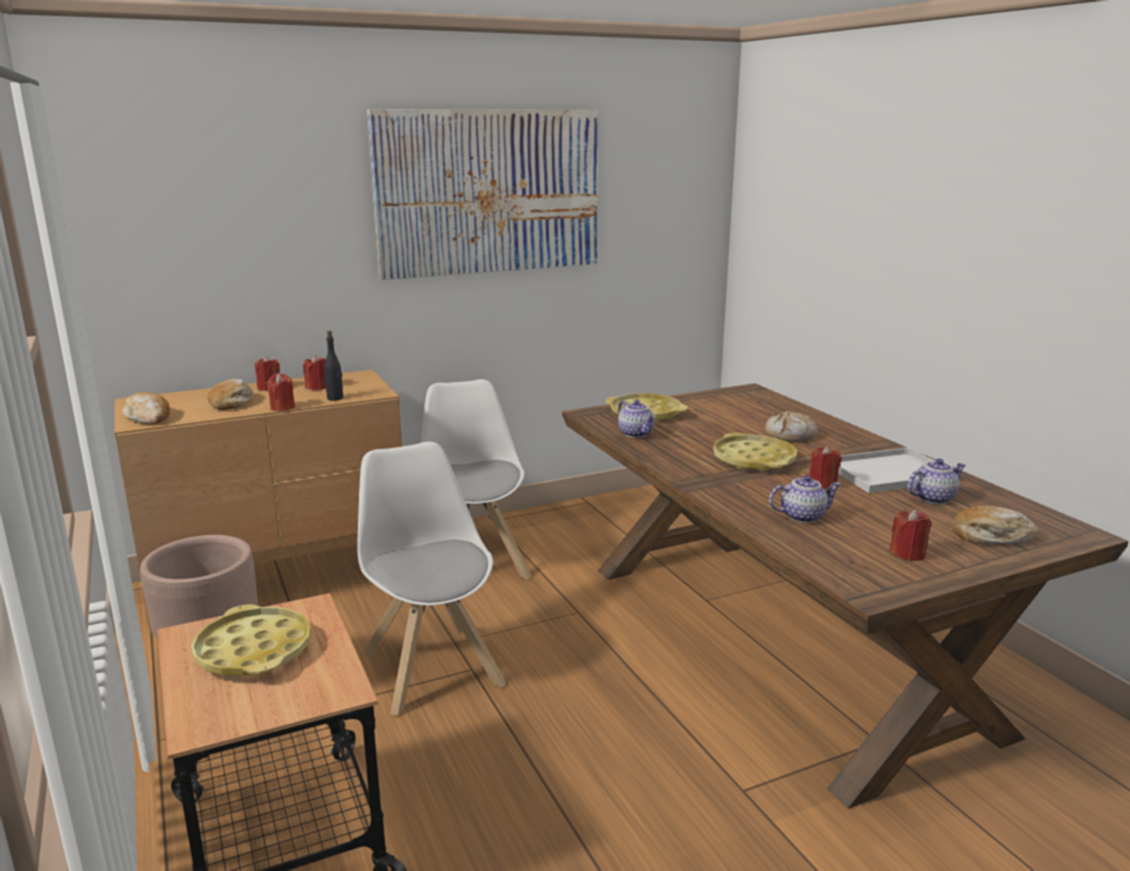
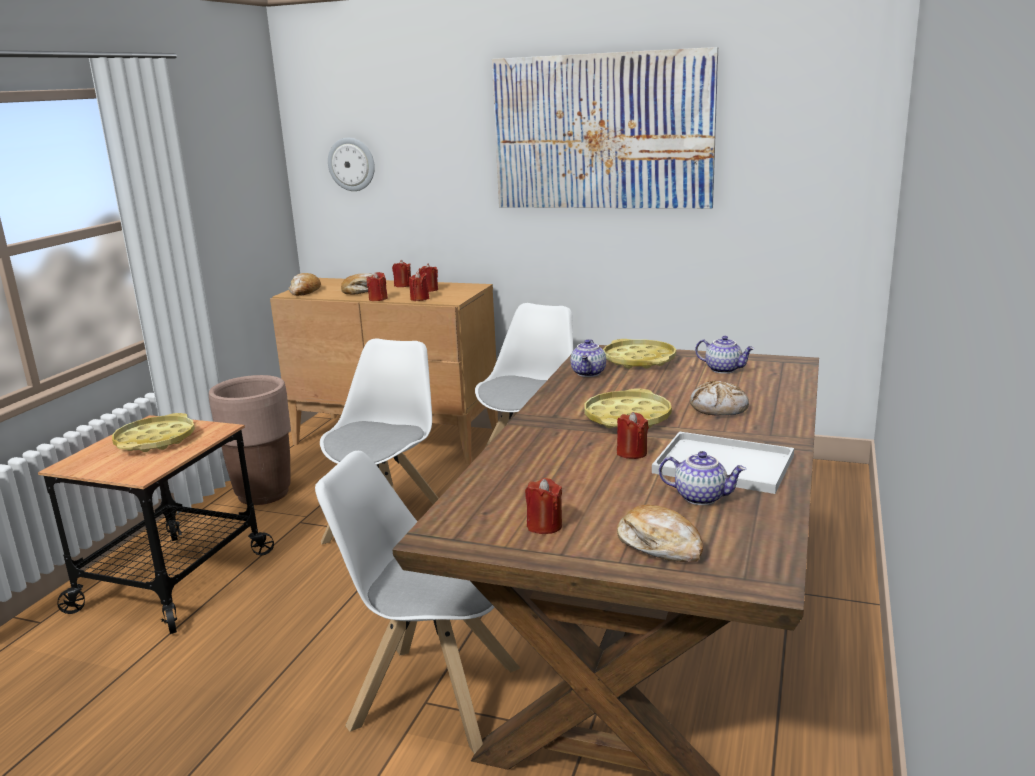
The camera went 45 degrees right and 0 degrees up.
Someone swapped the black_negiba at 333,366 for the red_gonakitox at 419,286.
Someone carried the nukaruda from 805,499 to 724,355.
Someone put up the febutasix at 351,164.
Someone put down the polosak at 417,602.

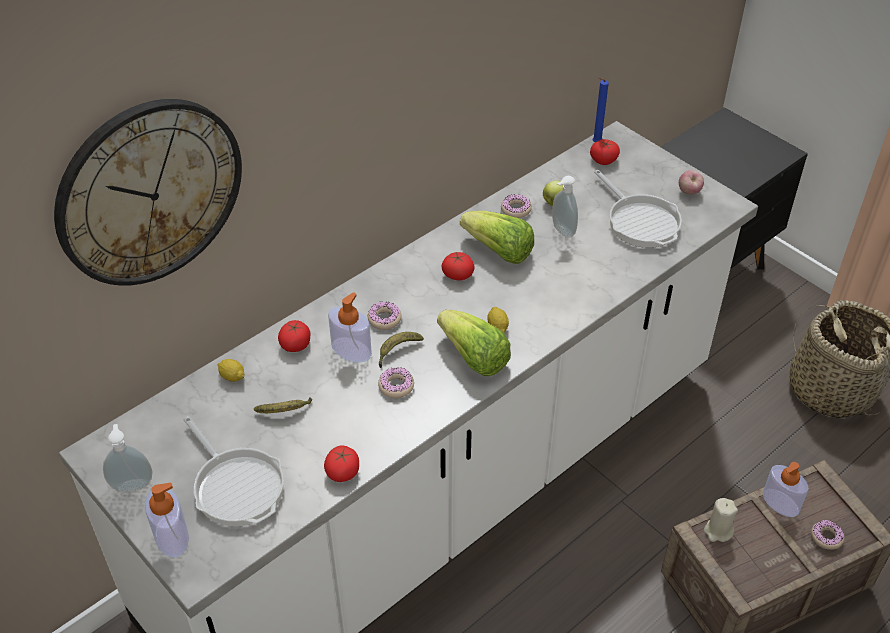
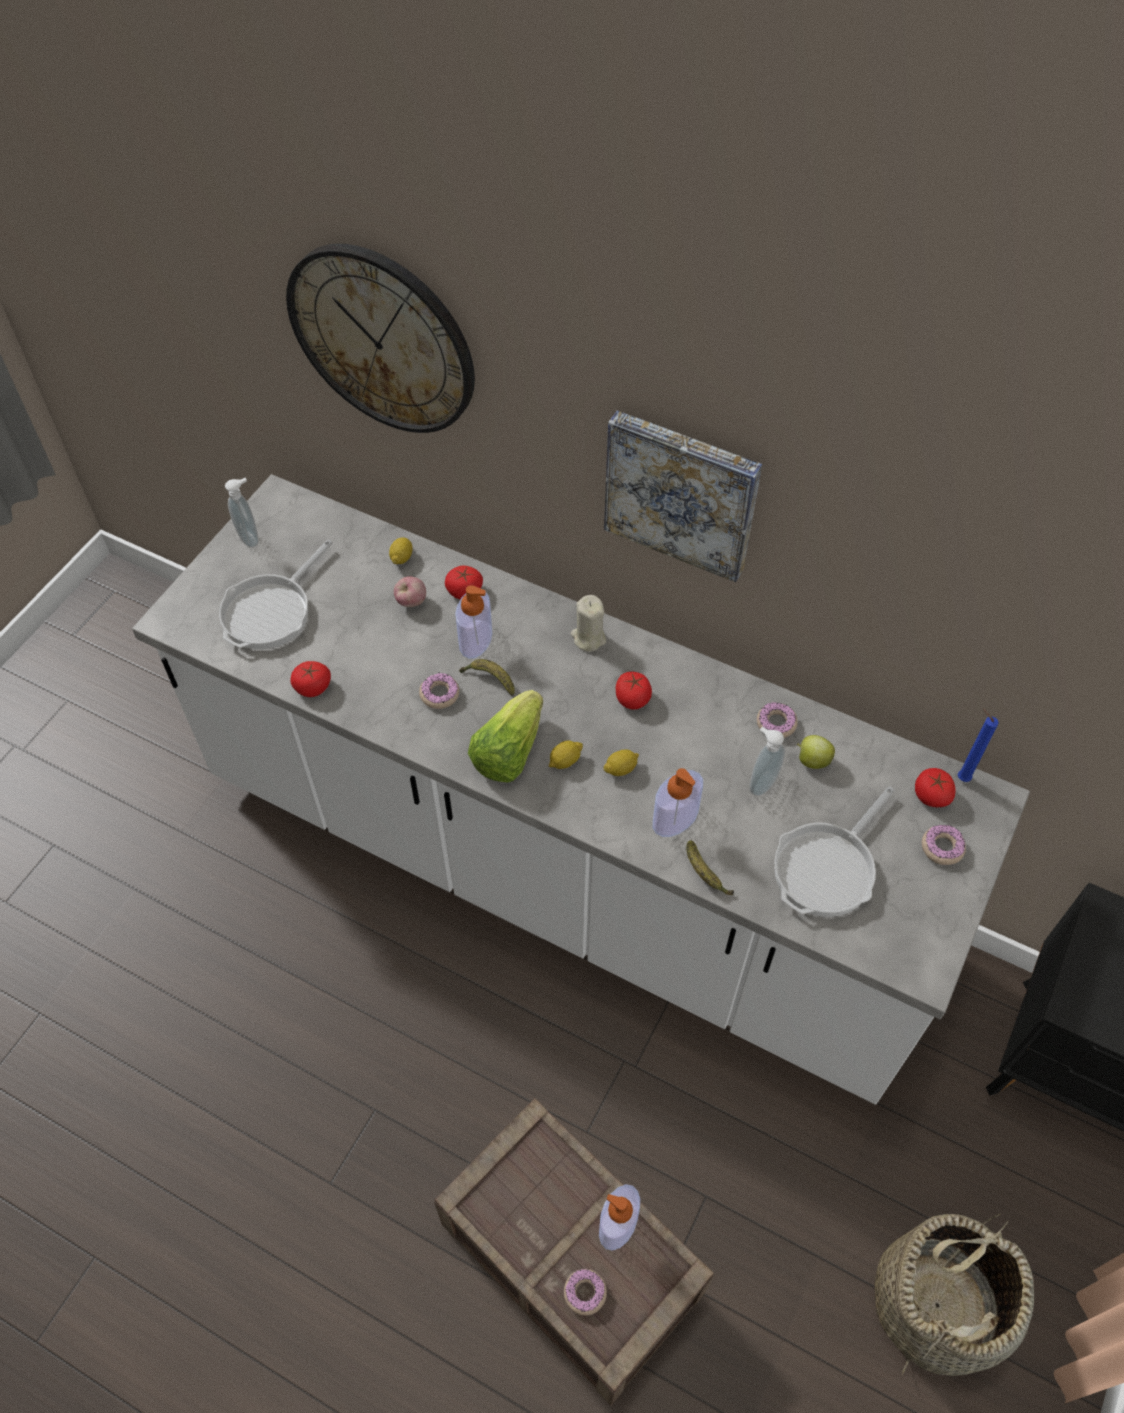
The camera went 70 degrees right and 10 degrees up.
Someone carried the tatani from 691,182 to 410,591.
Someone took away the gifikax at 497,237.
Someone carried the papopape from 385,316 to 944,845.
Someone carried the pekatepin from 283,405 to 710,867.
Someone carried the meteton from 167,520 to 678,802.
Someone carried the beige_gonakitox from 721,520 to 588,623.
Someone put up the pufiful at 683,496.
Someone put down the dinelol at 621,763.

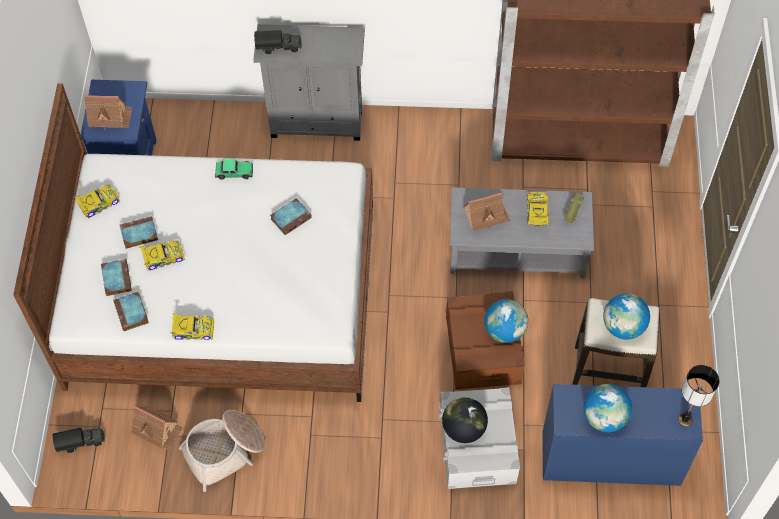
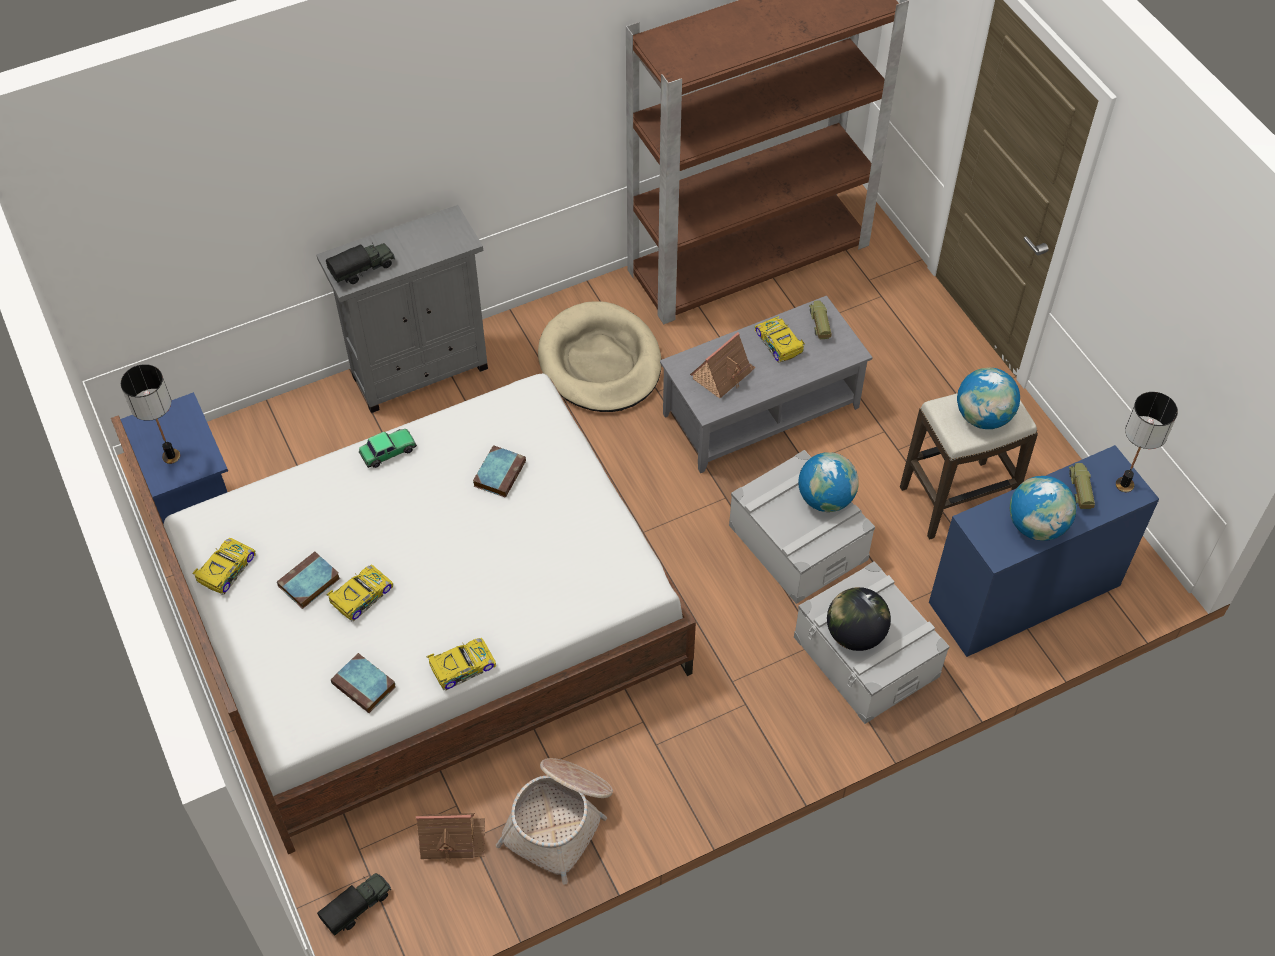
The camera went 30 degrees left and 5 degrees down.
Someone swapped the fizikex at 108,112 for the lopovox at 150,414.
Someone took away the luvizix at 116,277.
Someone repainted the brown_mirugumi at 485,340, which became the grey_mirugumi at 802,527.
Someone put down the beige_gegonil at 600,356.
Someone put down the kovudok at 1082,486.

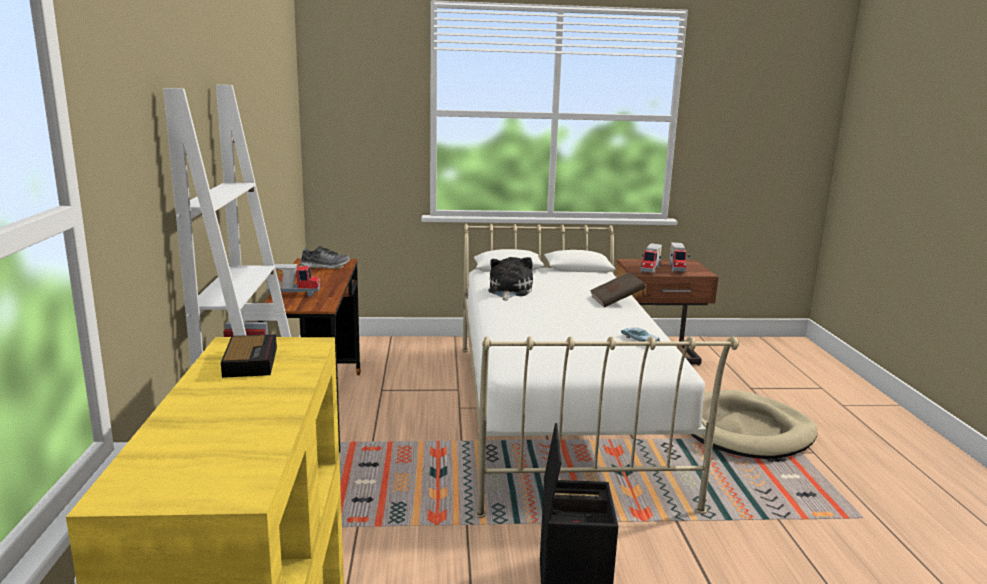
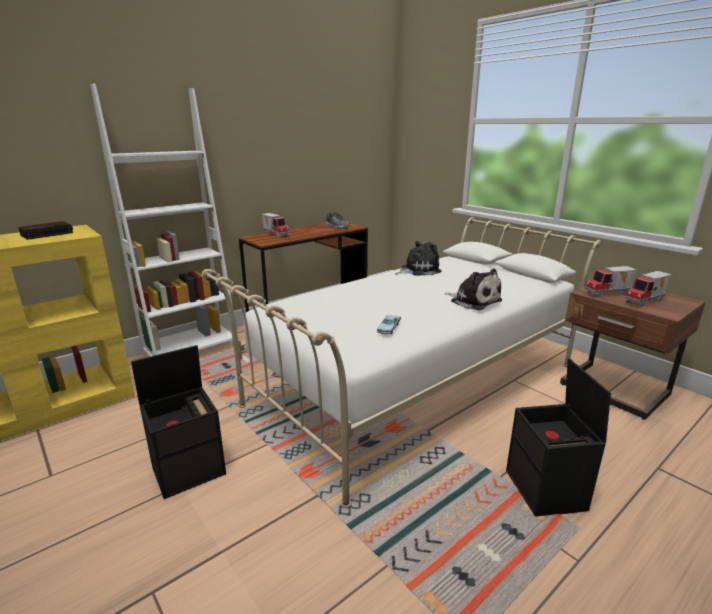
The camera went 55 degrees right and 5 degrees up.
Someone swapped the brown_luvizix at 617,289 for the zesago at 473,289.
Someone swapped the beige_gegonil at 754,424 for the black_mirugumi at 558,437.

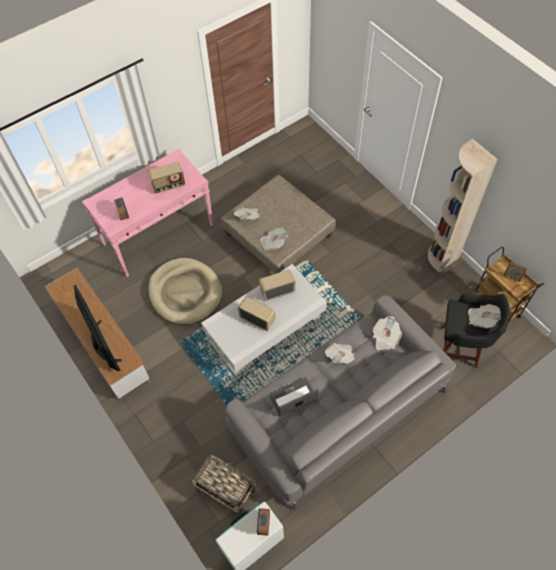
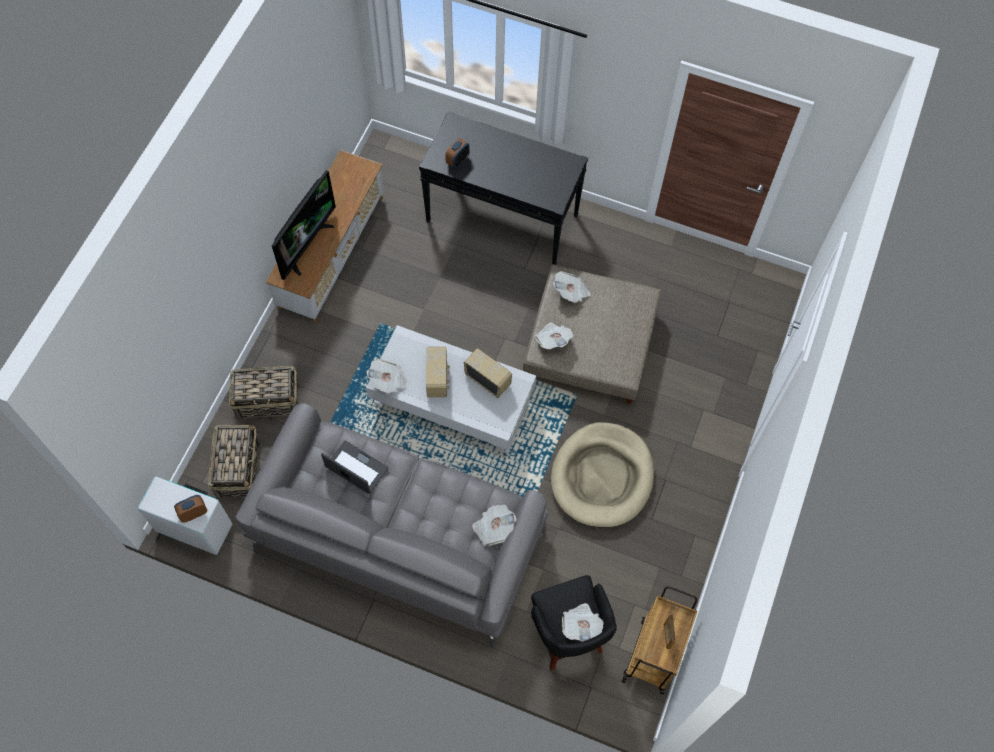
The camera went 55 degrees right and 5 degrees up.
Someone took away the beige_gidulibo at 463,205.
Someone repainted the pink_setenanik at 148,213, which became the black_setenanik at 503,188.
Someone took away the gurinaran at 166,177.
Someone carried the beige_gegonil from 185,291 to 602,475.
Someone carried the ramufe from 340,353 to 387,376.
Someone put down the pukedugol at 264,393.

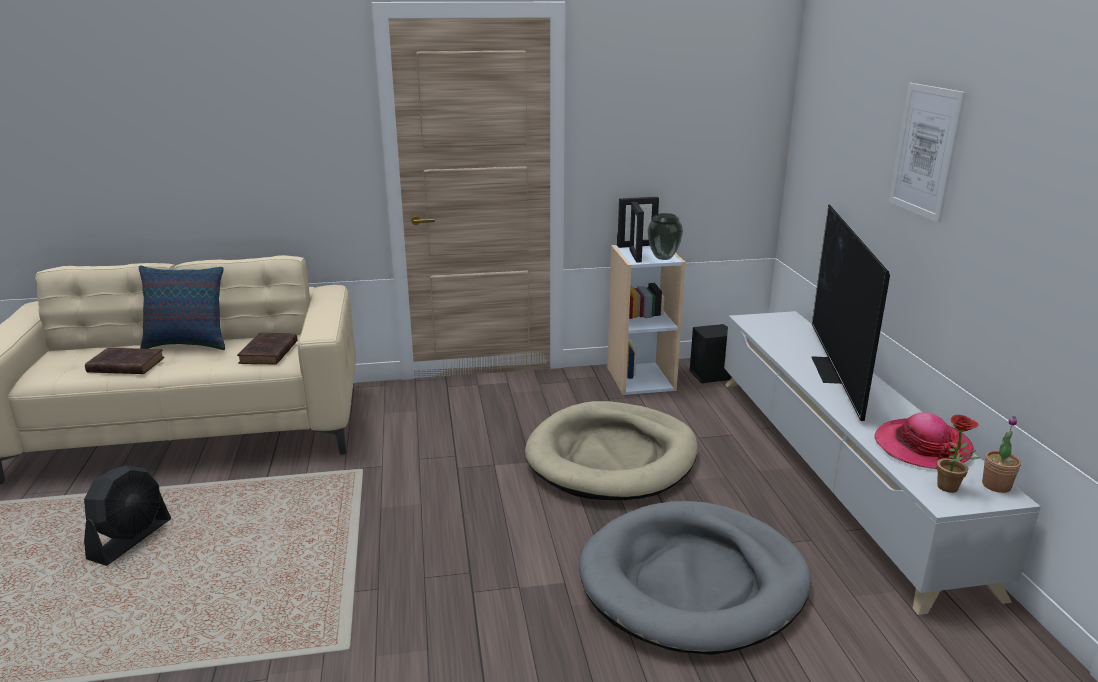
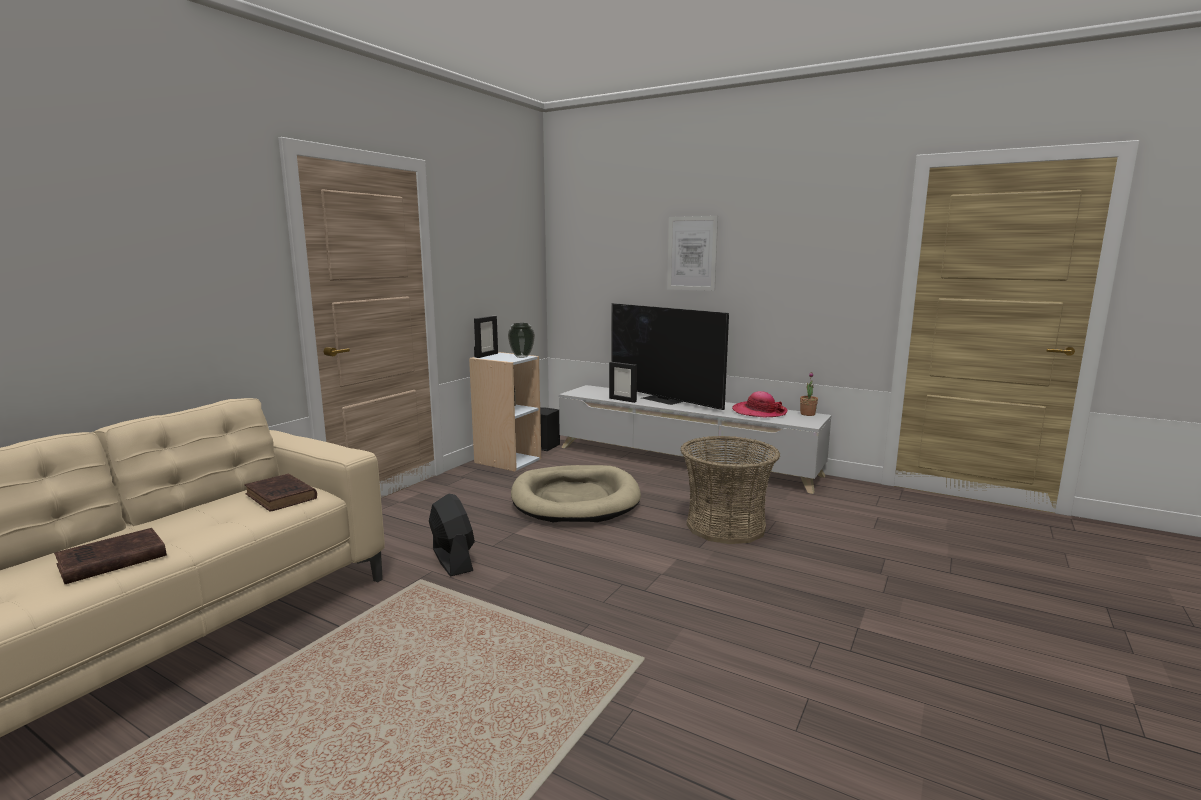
The camera went 50 degrees left and 10 degrees down.
Someone carried the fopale from 637,232 to 623,382.
Someone took away the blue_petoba at 182,307.
Someone took away the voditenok at 958,454.
Someone carried the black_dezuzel from 127,516 to 452,534.
Someone swapped the grey_gegonil at 695,578 for the pukedugol at 730,490.

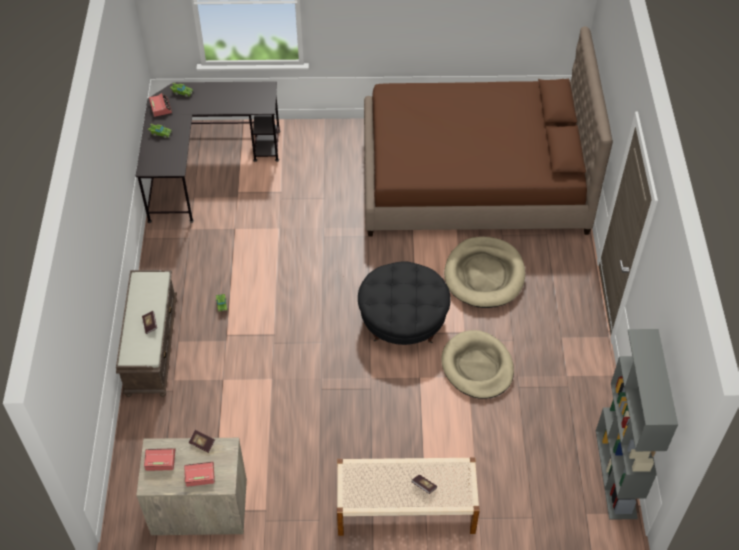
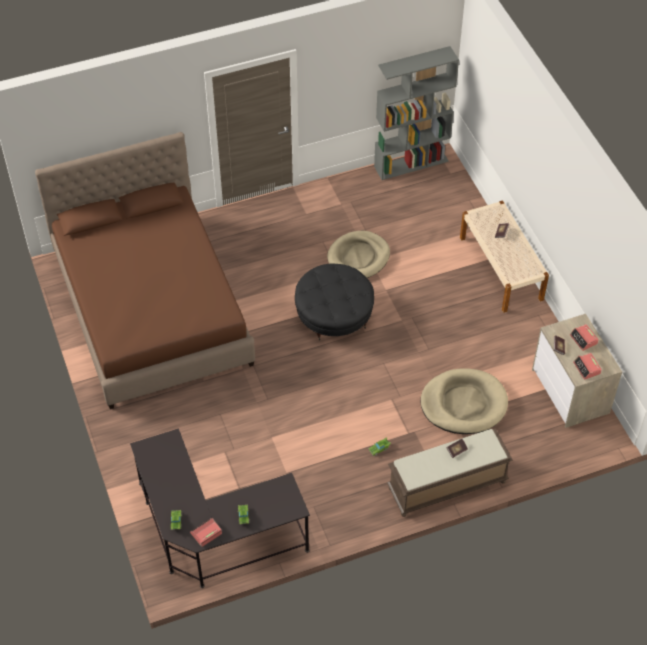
The camera went 110 degrees left and 0 degrees up.
Someone carried the beige_gegonil from 484,272 to 464,401.

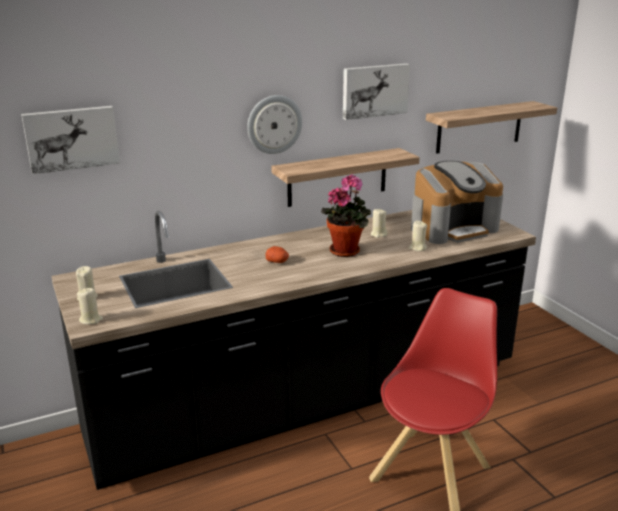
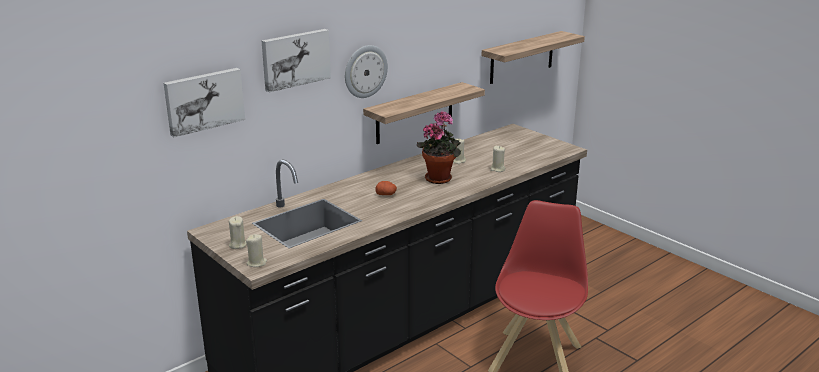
The camera went 15 degrees left and 0 degrees up.
Someone carried the pufiful from 376,91 to 296,60.
Someone took away the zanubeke at 457,202.

